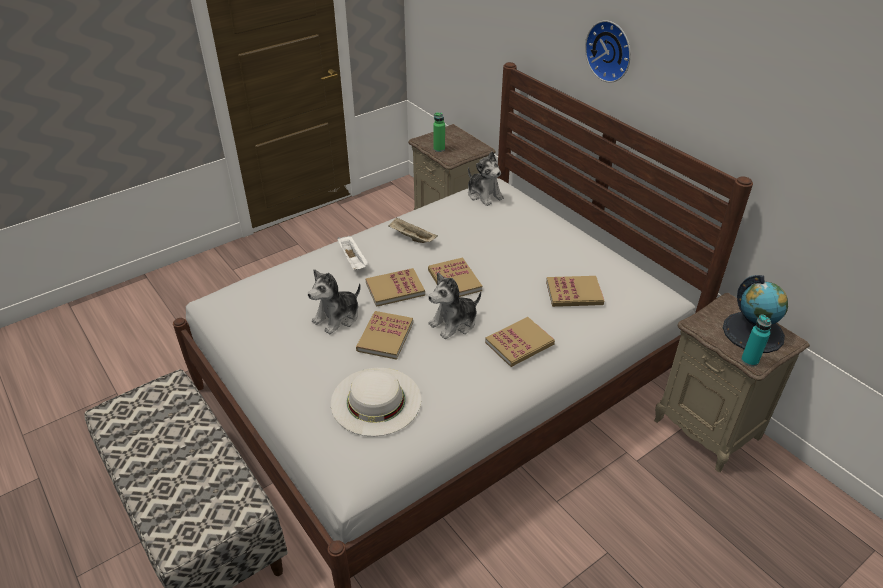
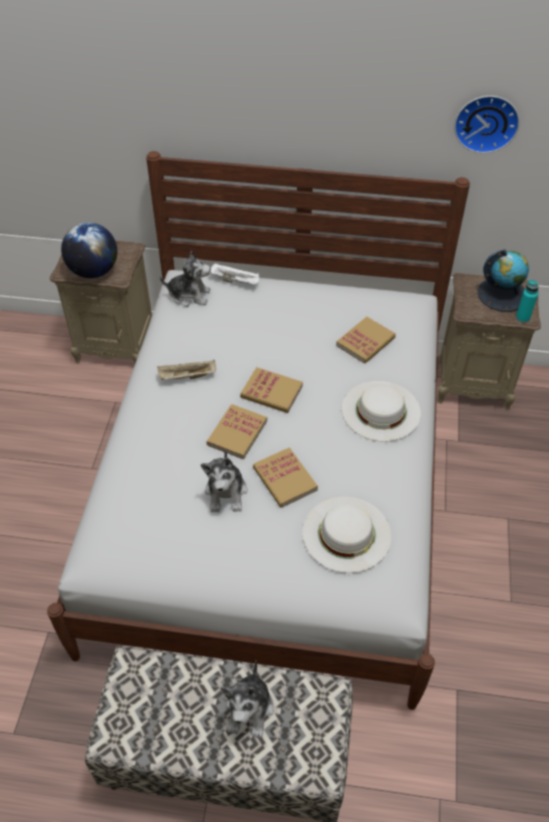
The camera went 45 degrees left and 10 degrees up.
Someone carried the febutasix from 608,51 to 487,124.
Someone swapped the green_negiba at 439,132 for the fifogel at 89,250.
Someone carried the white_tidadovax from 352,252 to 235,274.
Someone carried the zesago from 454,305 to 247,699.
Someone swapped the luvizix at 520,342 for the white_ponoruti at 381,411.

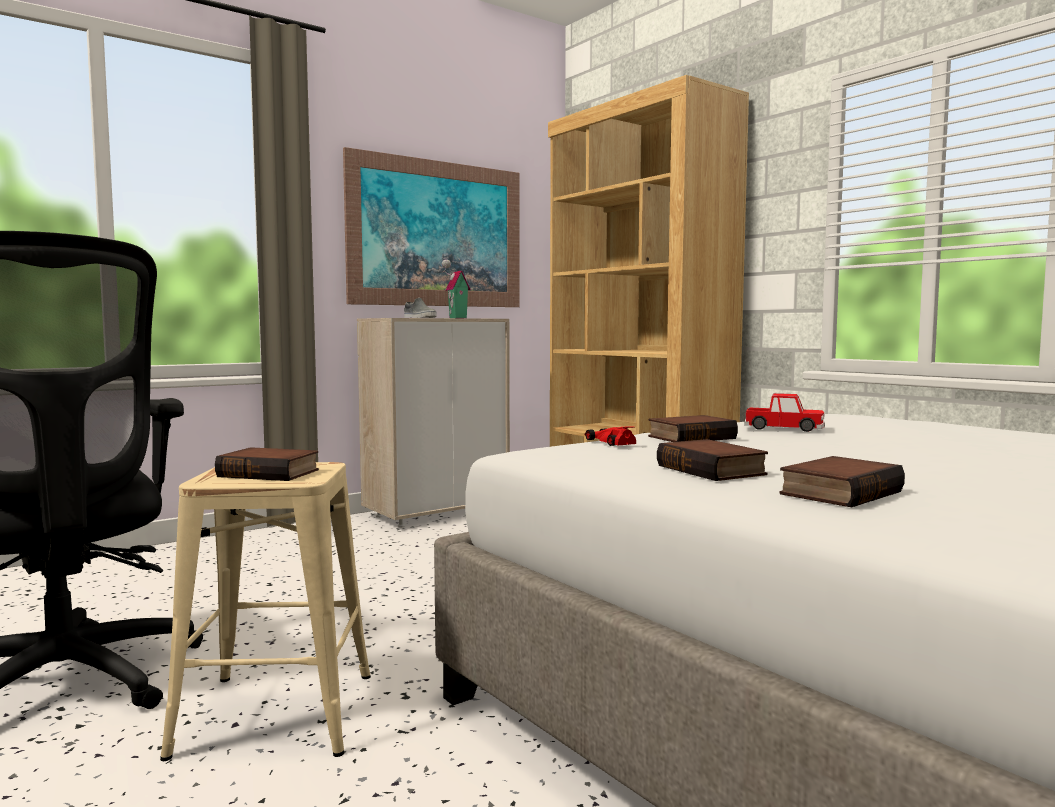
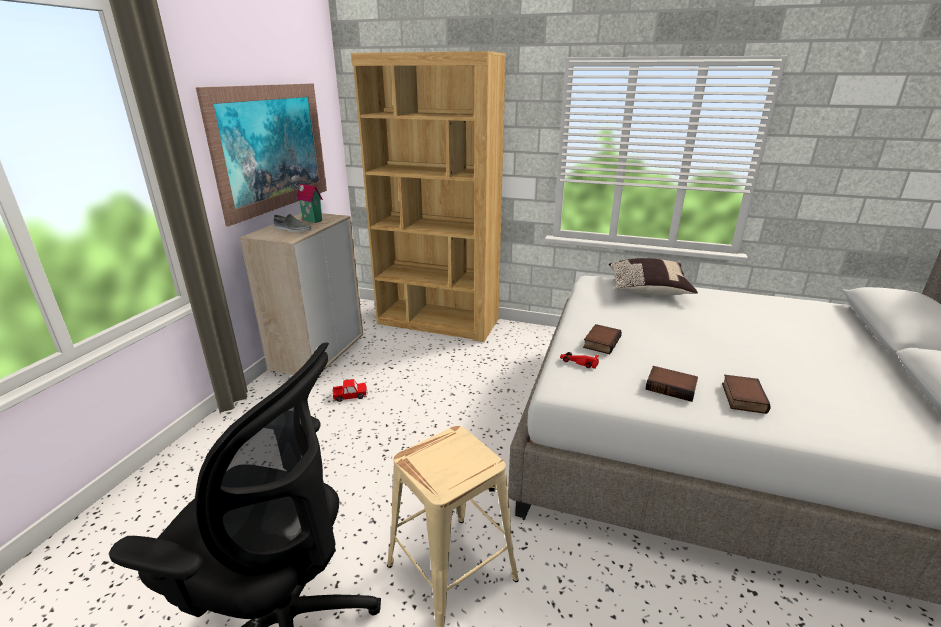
The camera went 35 degrees left and 20 degrees up.
Someone carried the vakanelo from 784,412 to 350,390.
Someone took away the luvizix at 267,464.
Someone put down the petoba at 653,277.

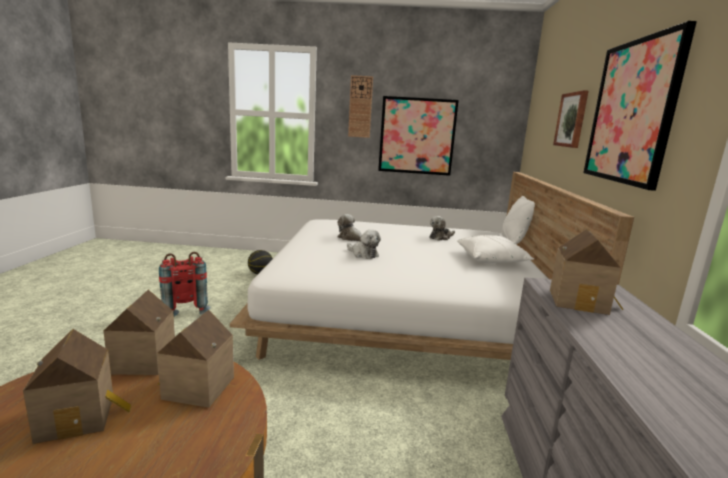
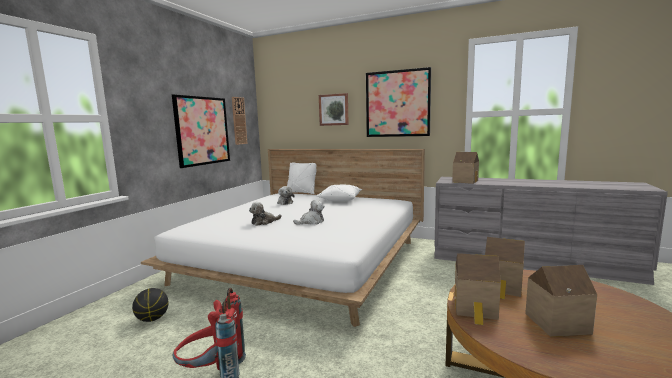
The camera went 70 degrees left and 5 degrees down.
Someone carried the febutasix from 360,106 to 240,121.

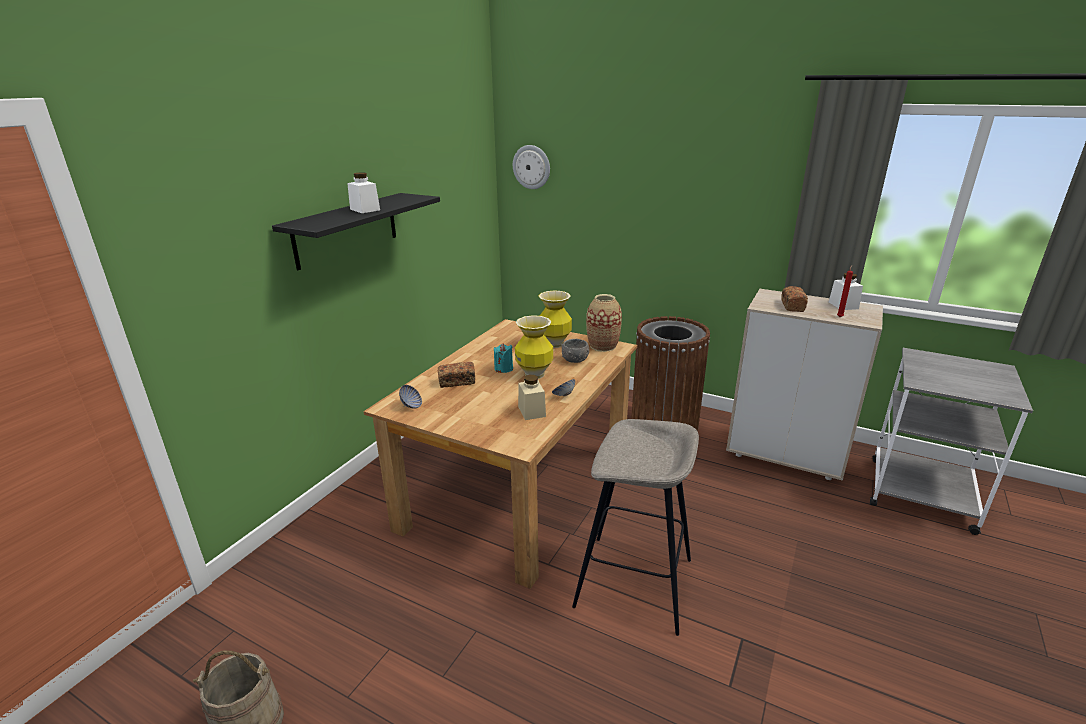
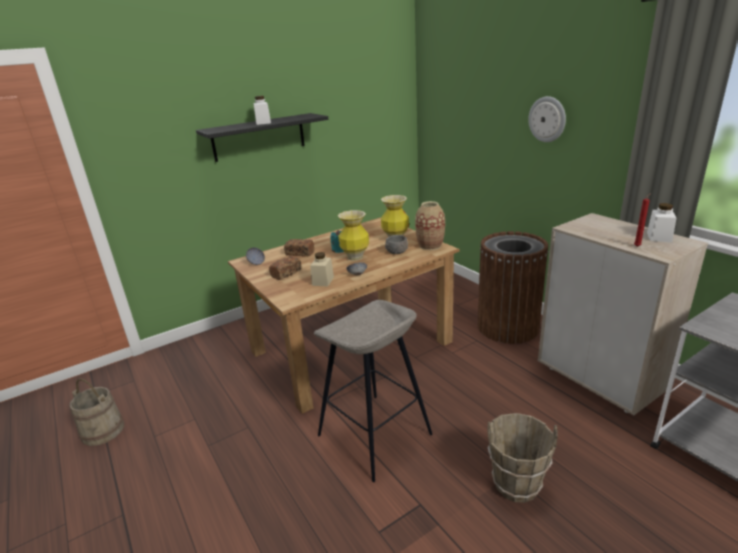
The camera went 30 degrees right and 0 degrees up.
Someone carried the febutasix from 531,167 to 547,119.
Someone carried the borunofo from 794,299 to 285,268.
Someone put down the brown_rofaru at 522,458.

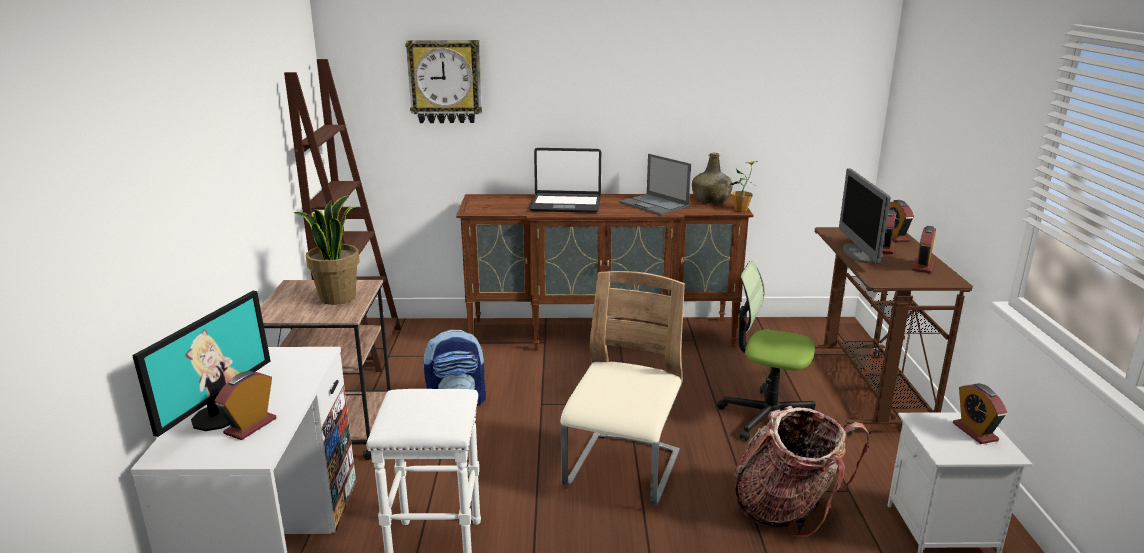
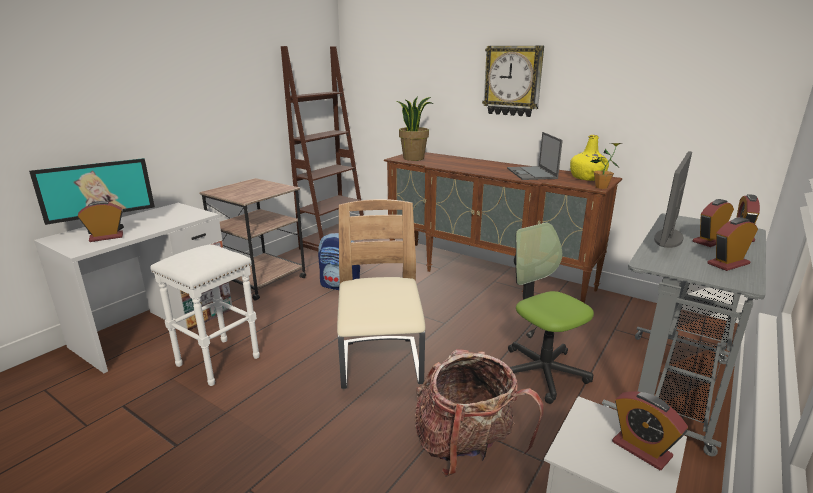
The camera went 35 degrees right and 0 degrees up.
Someone carried the febutasix from 443,81 to 513,81.
Someone took away the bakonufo at 565,180.
Someone repainted the green_negiba at 712,178, which became the yellow_negiba at 589,158.
Someone carried the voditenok from 327,250 to 415,128.
Someone repainted the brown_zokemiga at 894,331, which became the grey_zokemiga at 684,334.
Someone rotated the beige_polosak at 622,388 by 60 degrees counterclockwise.
Someone rotated the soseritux at 980,413 by 60 degrees counterclockwise.

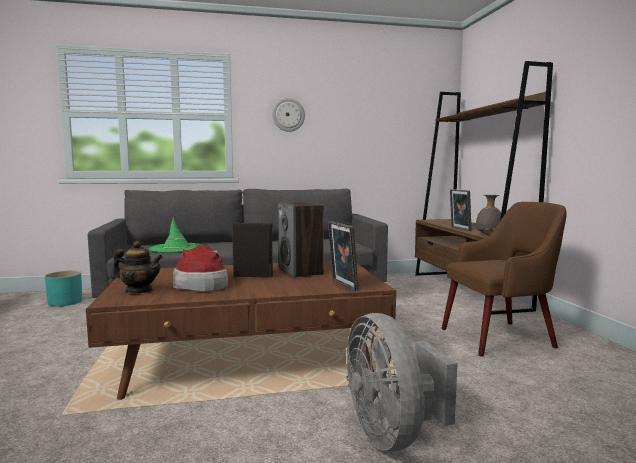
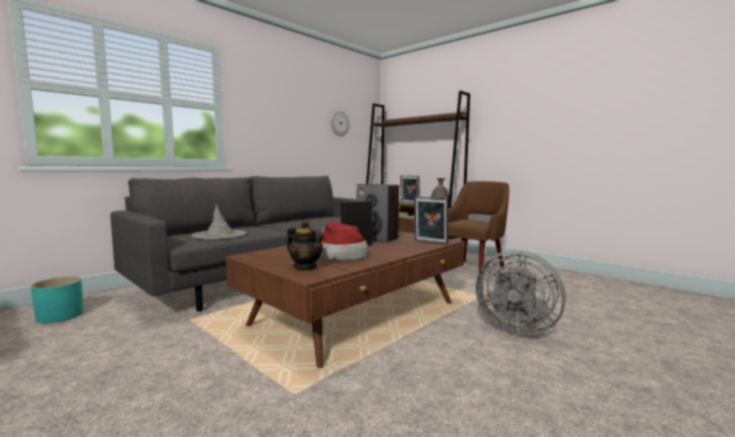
The camera went 35 degrees left and 0 degrees up.
Someone carried the febutasix from 288,115 to 340,123.
Someone repainted the green_ponoruti at 175,235, which became the grey_ponoruti at 219,222.
Someone rotated the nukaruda at 138,267 by 60 degrees clockwise.

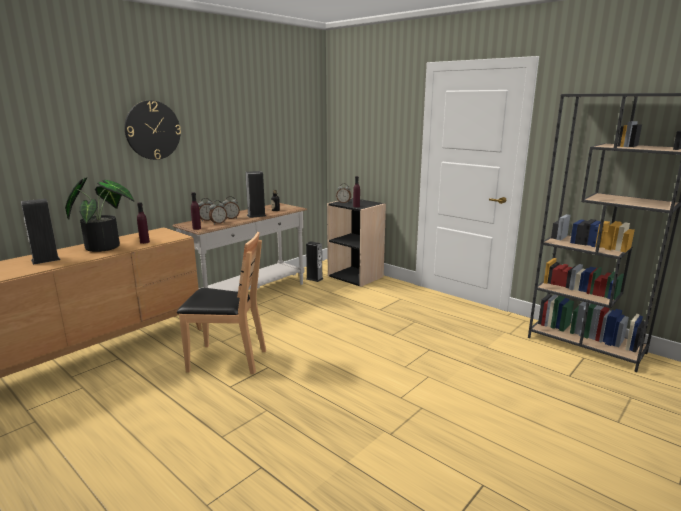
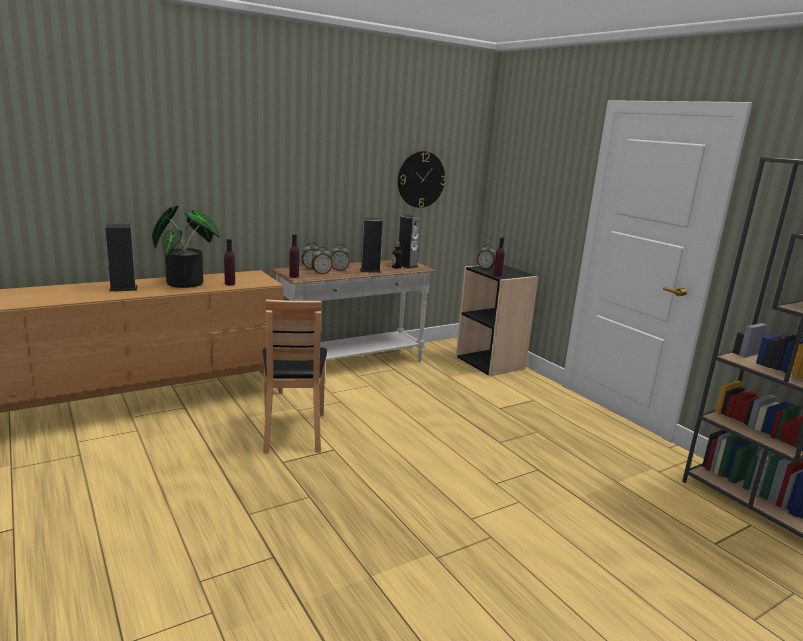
The camera went 15 degrees right and 0 degrees up.
Someone carried the febutasix from 153,130 to 422,179.
Someone rotated the brown_polosak at 221,303 by 60 degrees clockwise.
Someone carried the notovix from 314,261 to 410,242.

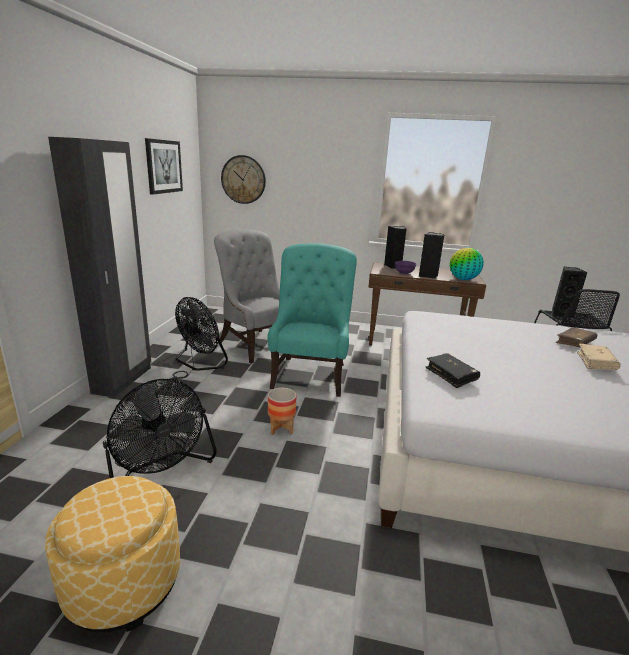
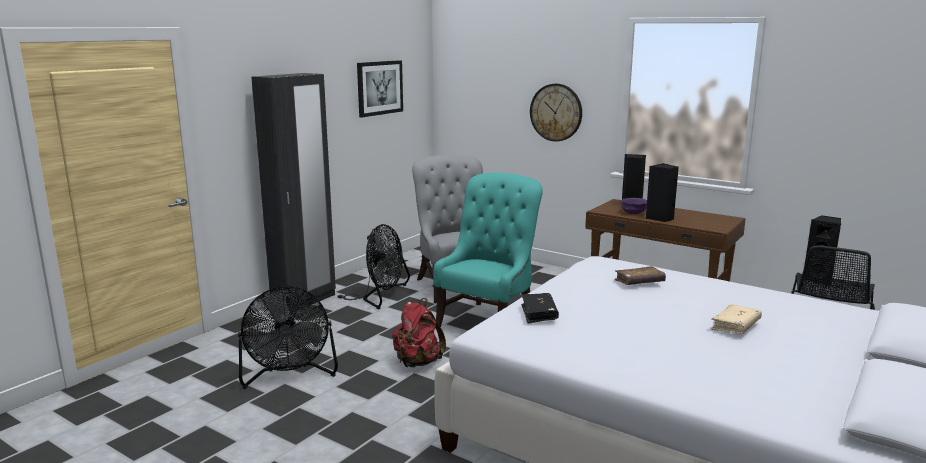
The camera went 25 degrees right and 5 degrees down.
Someone carried the febutasix from 243,179 to 556,113.
Someone took away the fifogel at 467,264.
Someone rotated the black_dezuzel at 200,338 by 45 degrees clockwise.
Someone carried the brown_luvizix from 577,337 to 640,275.
Someone swapped the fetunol at 282,411 for the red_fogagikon at 419,332.
Someone took away the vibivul at 112,554.

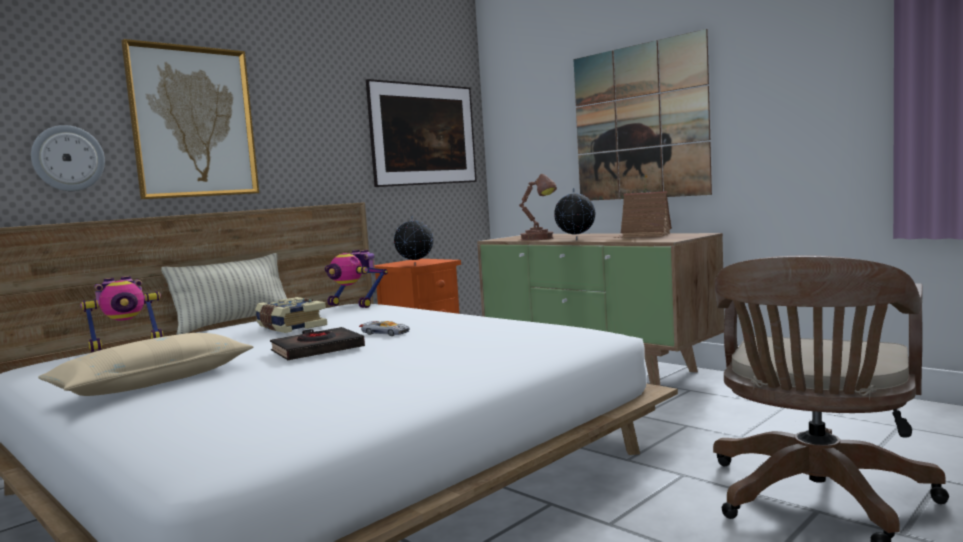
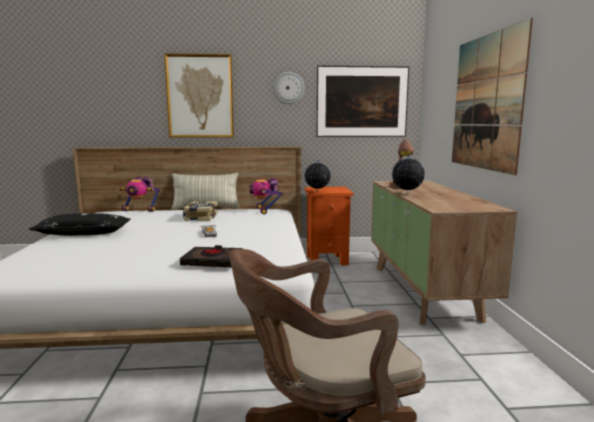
The camera went 40 degrees right and 5 degrees up.
Someone carried the febutasix from 68,158 to 289,88.
Someone took away the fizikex at 643,214.
Someone carried the black_luvizix from 317,343 to 211,256.
Someone repainted the beige_petoba at 146,364, which became the black_petoba at 79,224.

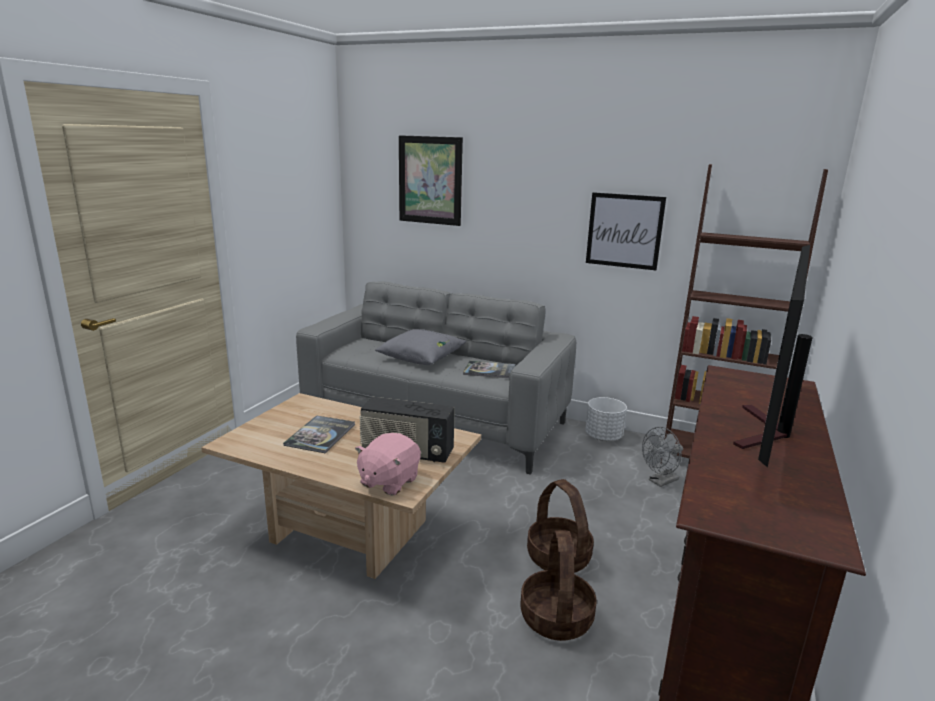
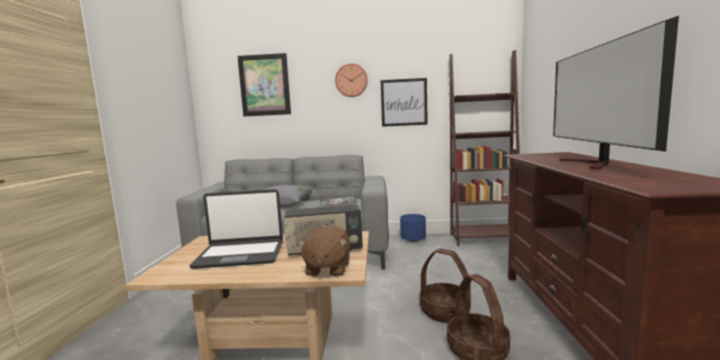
The camera went 20 degrees left and 10 degrees down.
Someone repainted the white_fetunol at 606,419, which became the blue_fetunol at 413,228.
Someone swapped the luvizix at 319,434 for the bakonufo at 236,229.
Someone took away the grey_dezuzel at 662,457.
Someone repainted the pink_zesago at 388,464, which became the brown_zesago at 324,251.
Someone put up the febutasix at 351,80.

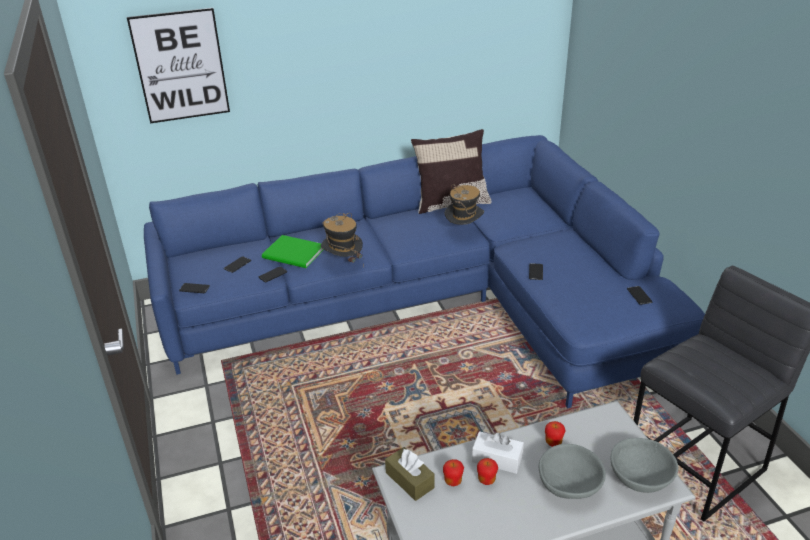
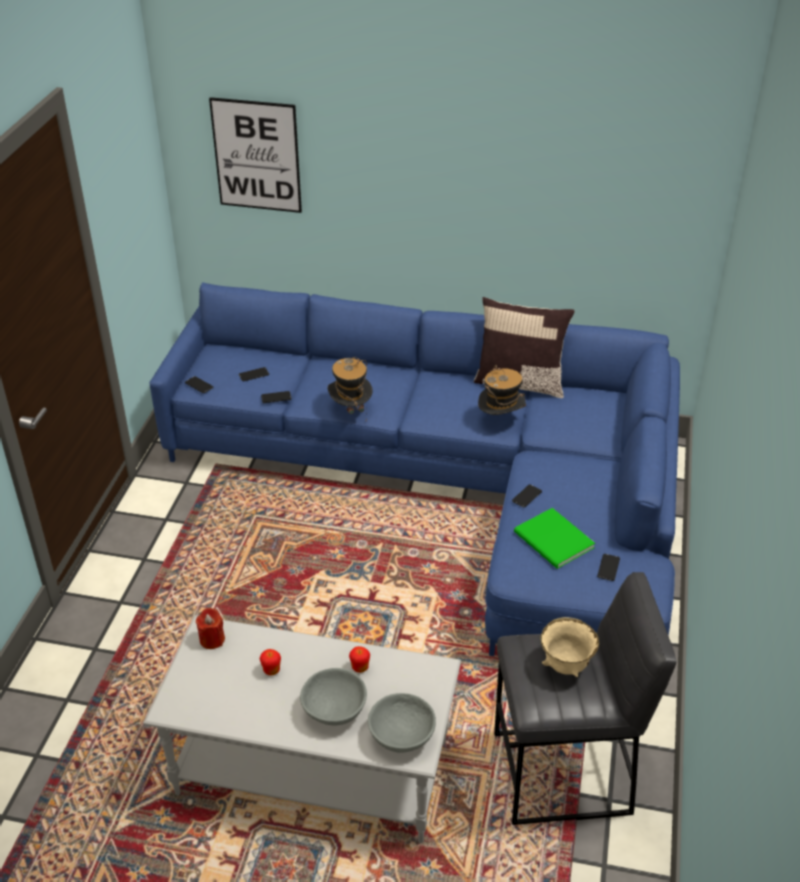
The camera went 30 degrees right and 5 degrees up.
Someone carried the green_luvizix from 293,251 to 554,538.
Someone took away the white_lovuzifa at 498,452.
Someone swapped the brown_lovuzifa at 410,474 for the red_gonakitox at 210,628.
Someone took away the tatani at 453,472.
Someone put down the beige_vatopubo at 569,647.

